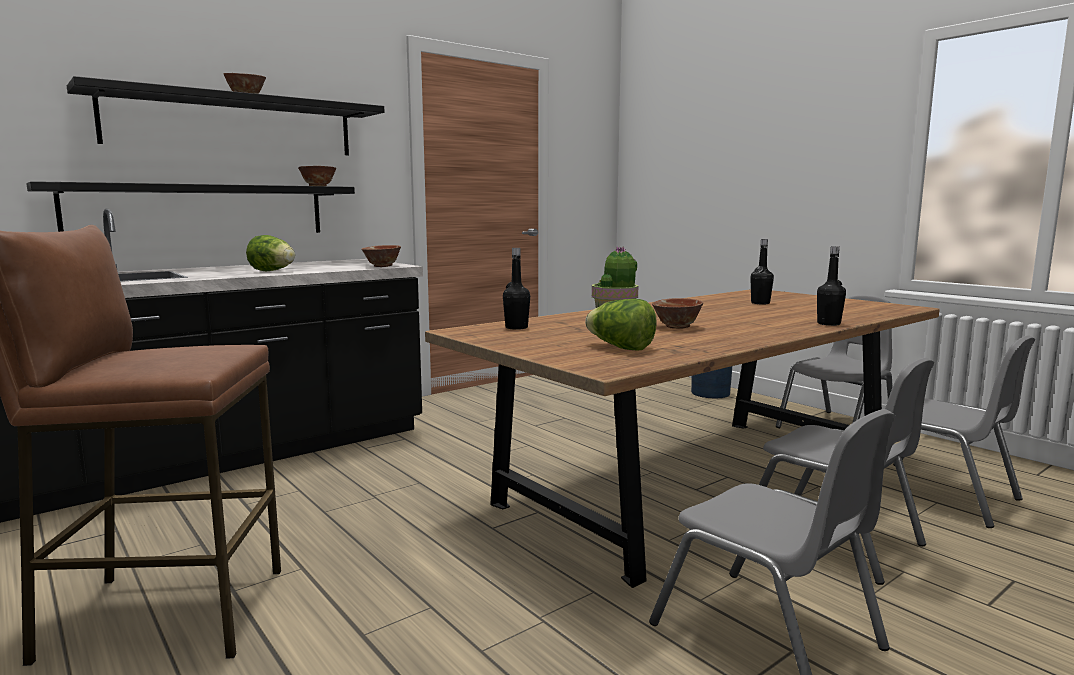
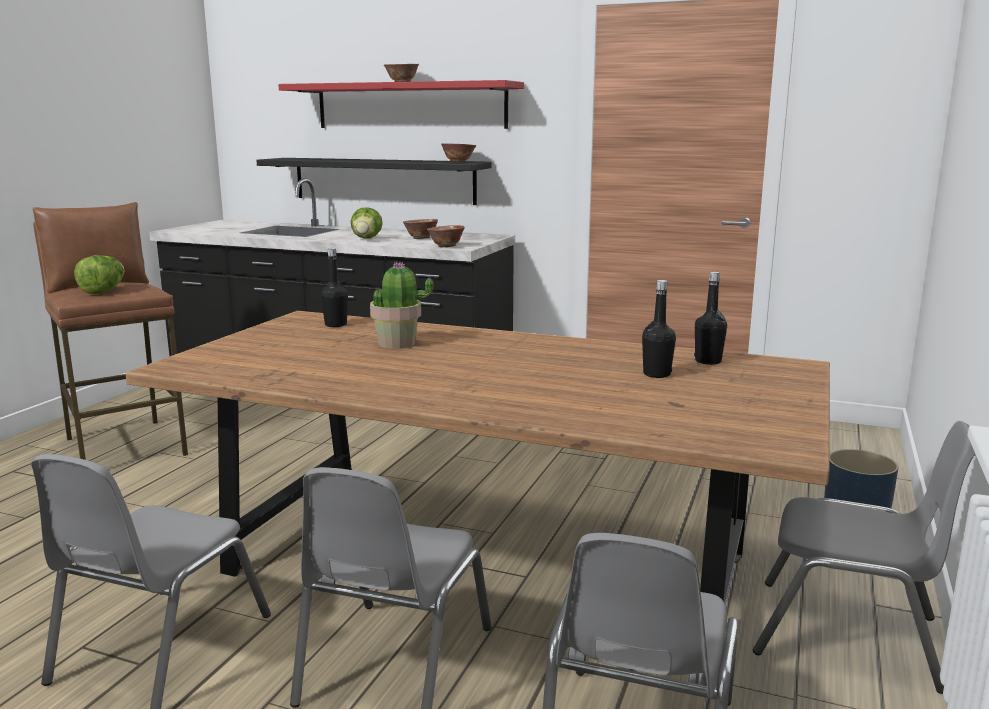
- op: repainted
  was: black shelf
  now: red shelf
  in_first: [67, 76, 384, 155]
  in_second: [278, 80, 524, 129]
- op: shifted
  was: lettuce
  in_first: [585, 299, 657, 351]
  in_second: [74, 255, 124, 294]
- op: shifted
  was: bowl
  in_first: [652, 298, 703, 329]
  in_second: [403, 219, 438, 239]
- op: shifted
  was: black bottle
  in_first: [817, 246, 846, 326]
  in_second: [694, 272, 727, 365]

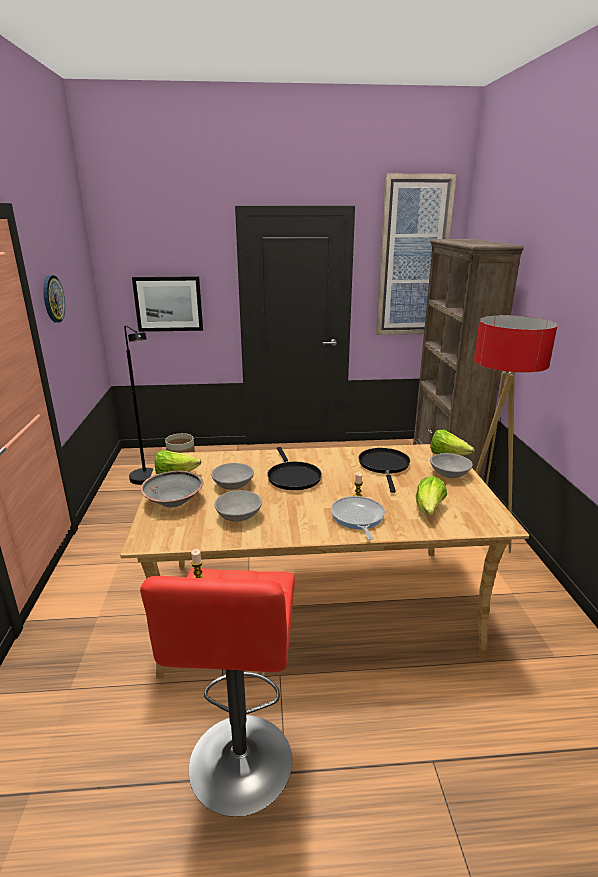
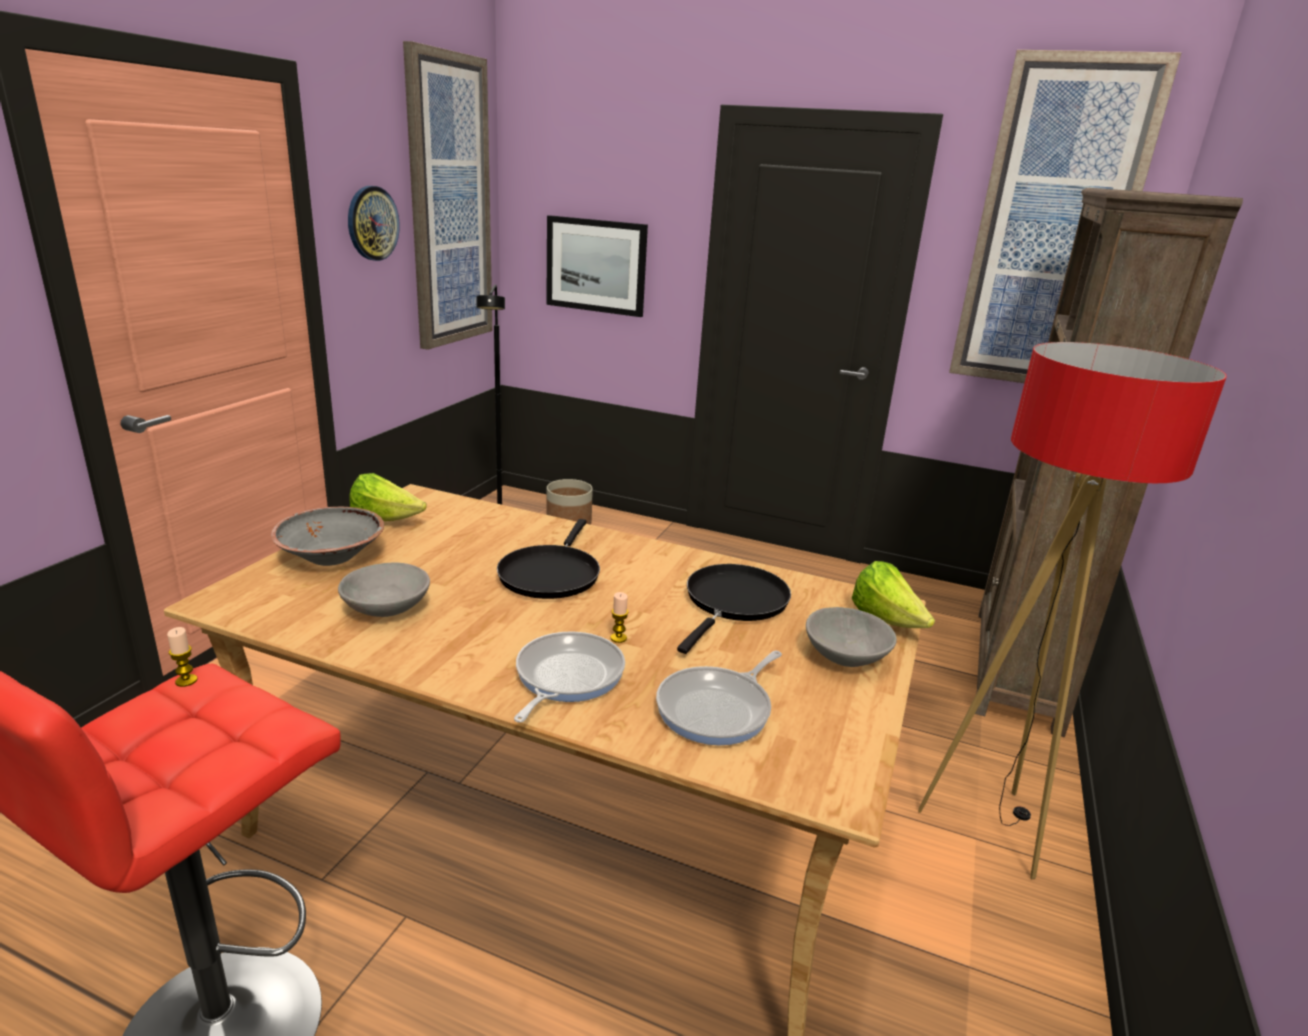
- op: gone
  was: grey bowl
  in_first: [211, 463, 254, 490]
- op: swapped
  was: lettuce
  now: frying pan
  in_first: [416, 476, 447, 515]
  in_second: [656, 650, 782, 746]
- op: new
  now: picture
  in_second: [403, 41, 492, 350]

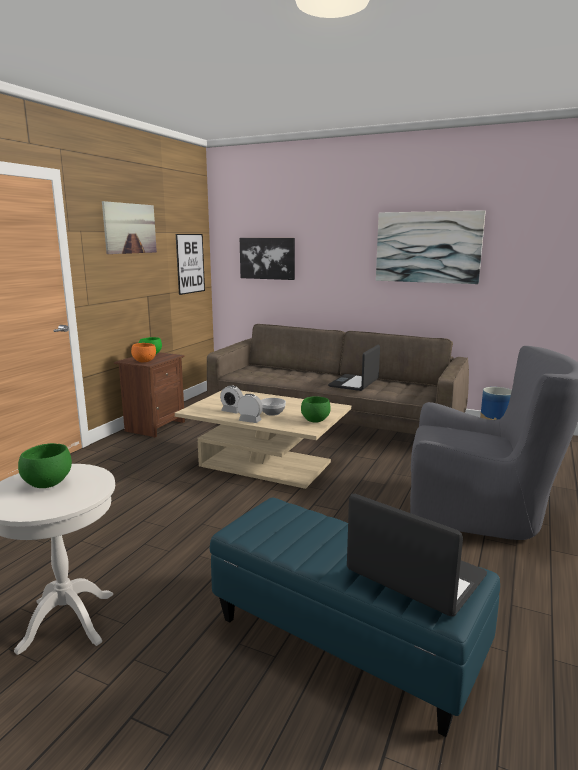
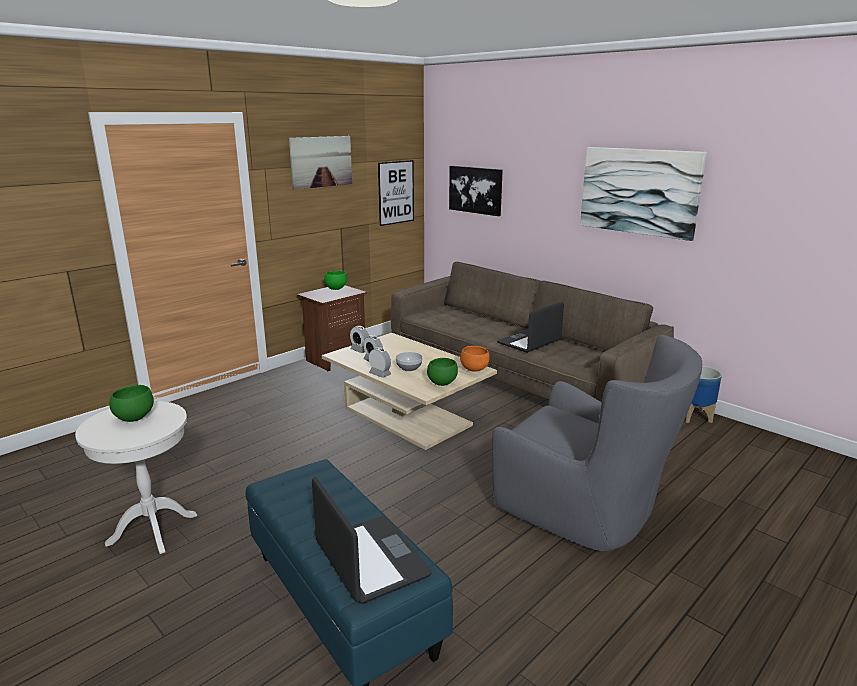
- op: shifted
  was: orange bowl
  in_first: [131, 343, 156, 362]
  in_second: [460, 346, 490, 372]
- op: new
  now: alarm clock
  in_second: [350, 326, 369, 353]

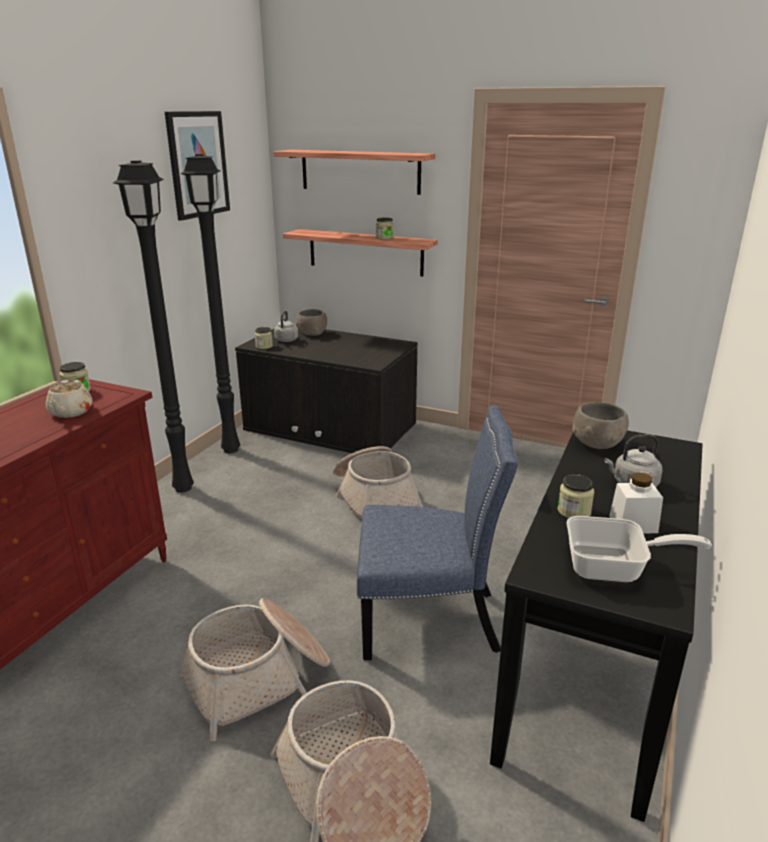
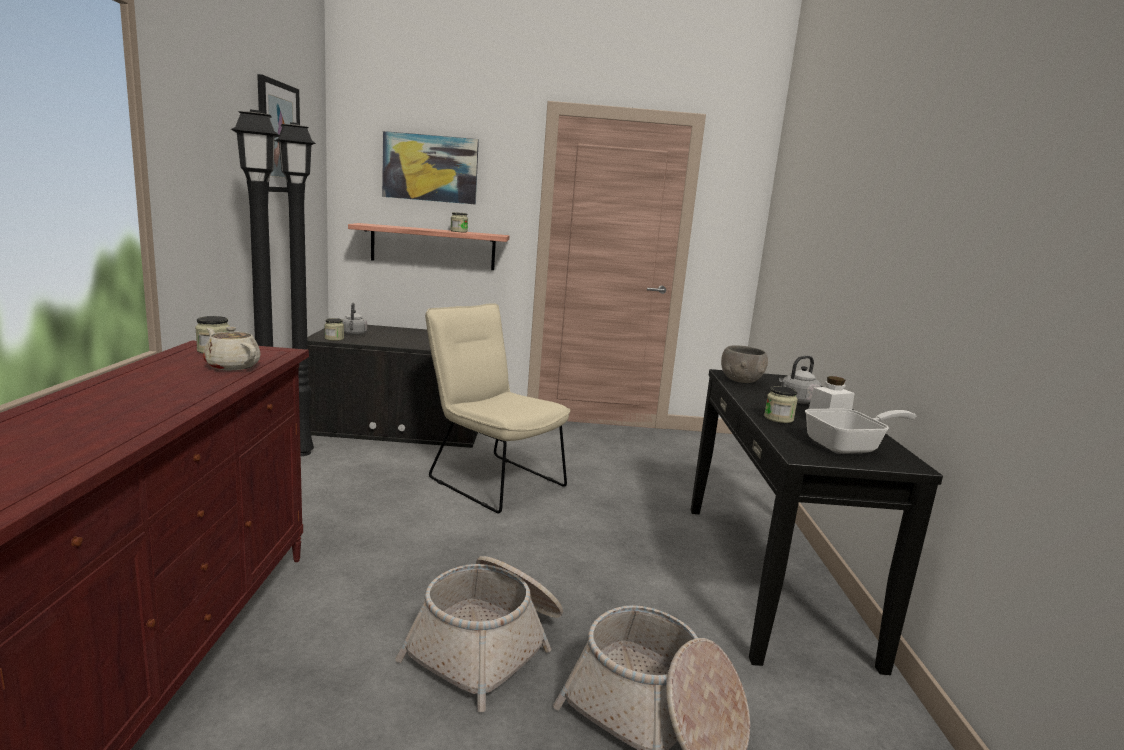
- op: rotated
  was: beige teapot
  in_first: [46, 380, 92, 418]
  in_second: [203, 327, 260, 370]
  clockwise: 150
- op: swapped
  was: shelf
  now: picture
  in_first: [273, 150, 435, 195]
  in_second: [382, 131, 479, 204]
- op: gone
  was: grey bowl
  in_first: [296, 309, 327, 336]
- op: swapped
  was: basket
  now: beige chair
  in_first: [333, 446, 423, 528]
  in_second: [425, 303, 570, 513]
- op: gone
  was: blue chair
  in_first: [356, 405, 518, 660]

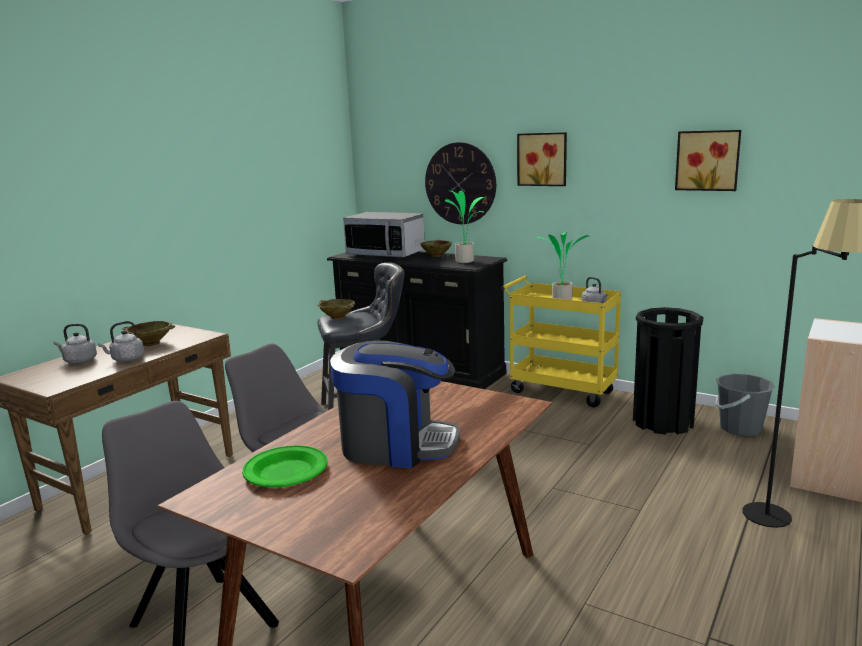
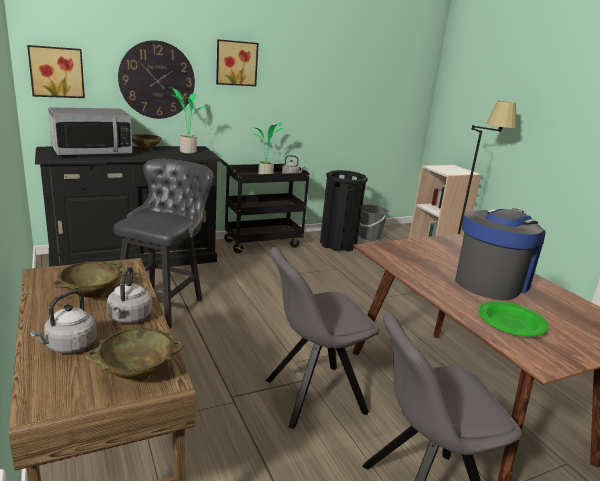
- op: shifted
  was: beige bowl
  in_first: [318, 299, 356, 319]
  in_second: [85, 328, 184, 382]
- op: repainted
  was: yellow cart
  now: black cart
  in_first: [501, 276, 621, 407]
  in_second: [220, 160, 310, 253]
- op: shifted
  was: picture
  in_first: [675, 130, 741, 191]
  in_second: [27, 45, 85, 98]

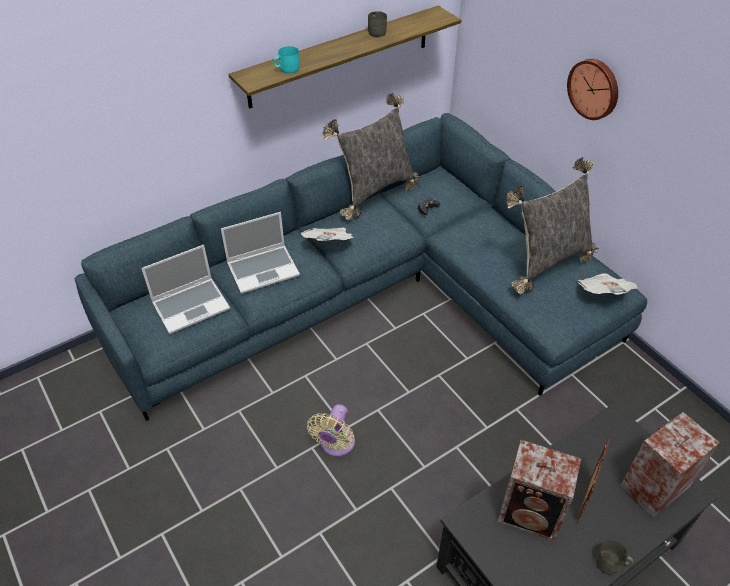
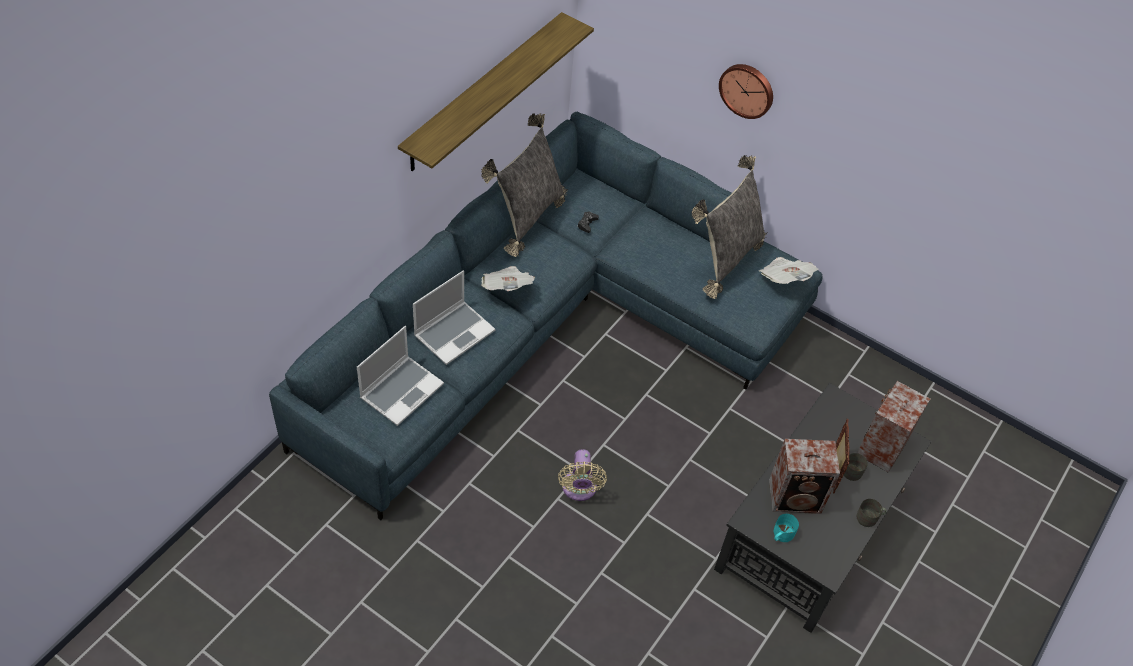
- op: shifted
  was: turquoise mug
  in_first: [274, 46, 300, 74]
  in_second: [774, 514, 799, 542]
- op: shifted
  was: grey mug
  in_first: [368, 11, 387, 37]
  in_second: [844, 453, 868, 481]

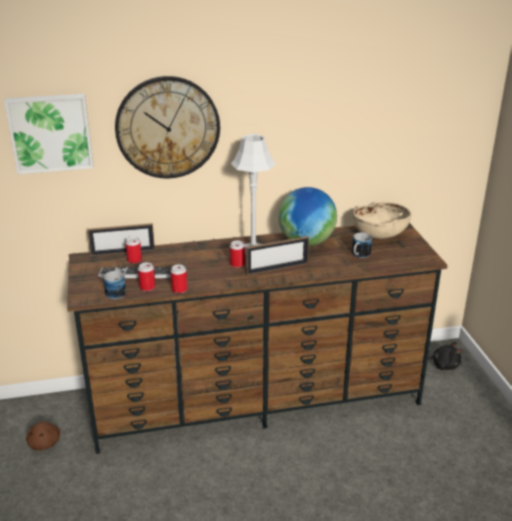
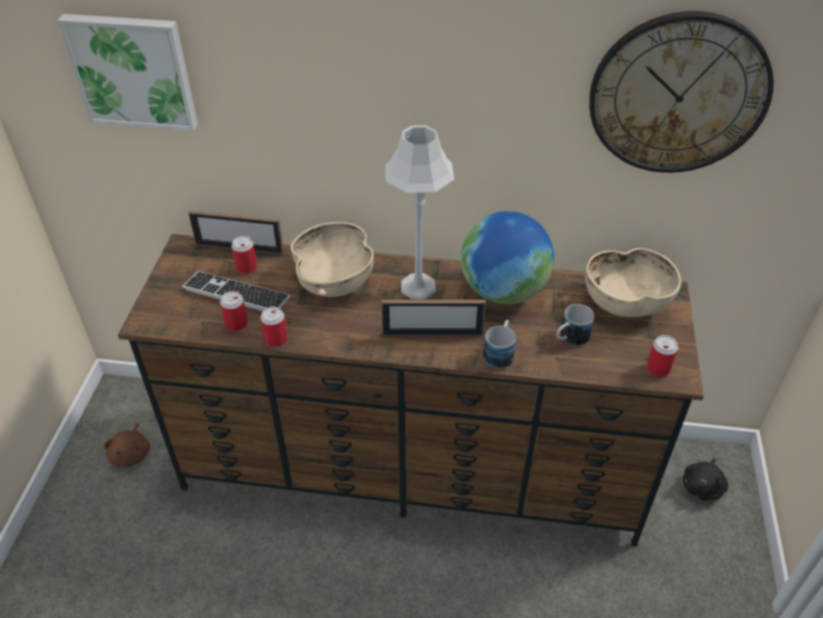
- op: shifted
  was: mug
  in_first: [104, 268, 126, 299]
  in_second: [483, 320, 516, 369]
- op: shifted
  was: wall clock
  in_first: [115, 76, 220, 179]
  in_second: [589, 11, 774, 173]
- op: shifted
  was: can
  in_first: [230, 240, 245, 268]
  in_second: [646, 335, 678, 377]
- op: rotated
  was: black plush toy
  in_first: [428, 342, 462, 370]
  in_second: [683, 459, 729, 501]
  clockwise: 90
- op: new
  now: beige bowl
  in_second: [291, 222, 374, 297]

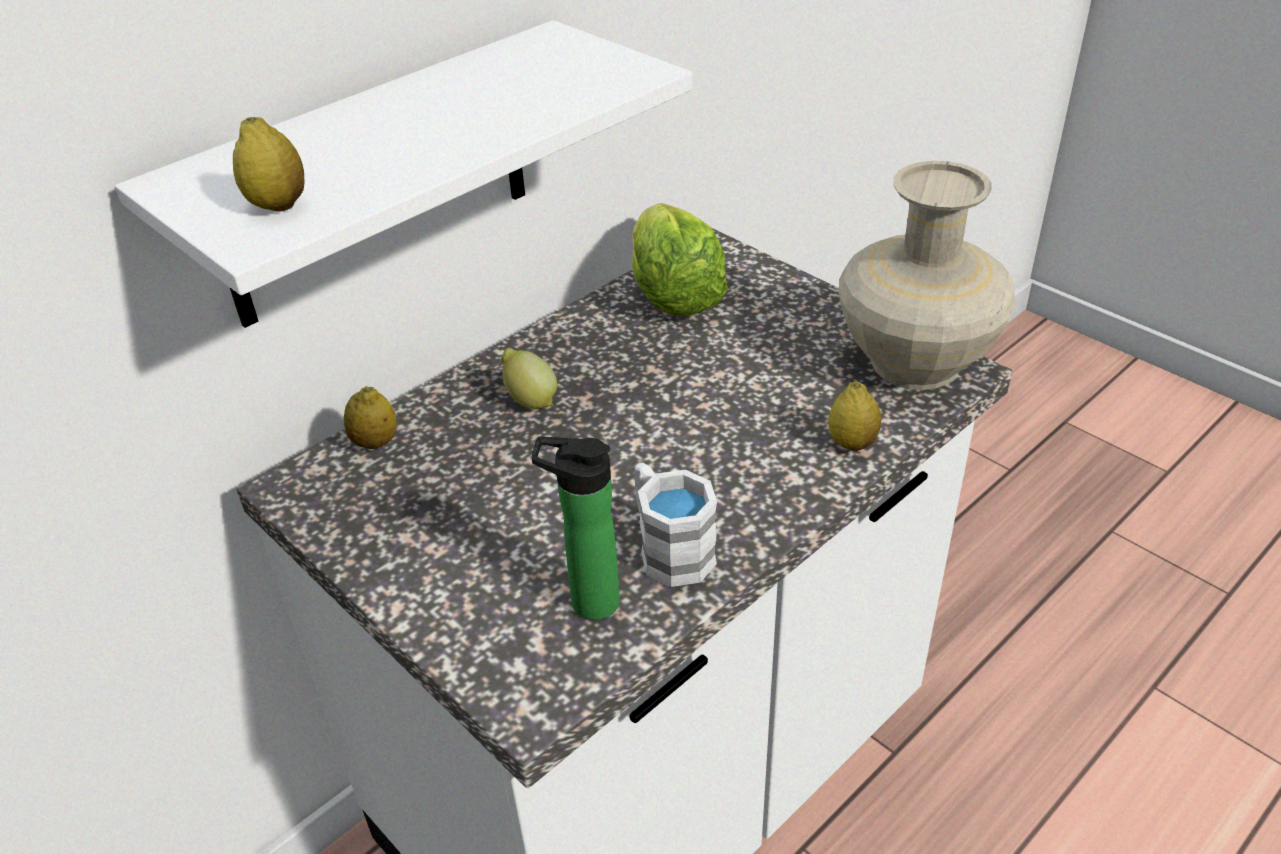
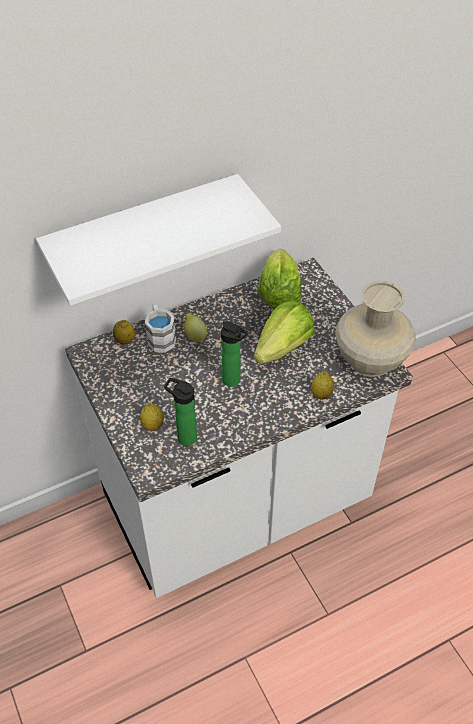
- op: shifted
  was: lemon
  in_first: [233, 117, 304, 211]
  in_second: [140, 402, 164, 431]
- op: shifted
  was: white mug
  in_first: [634, 463, 717, 587]
  in_second: [145, 303, 176, 353]
- op: new
  now: bottle
  in_second: [221, 321, 248, 387]
- op: new
  now: lettuce
  in_second: [254, 301, 315, 364]

